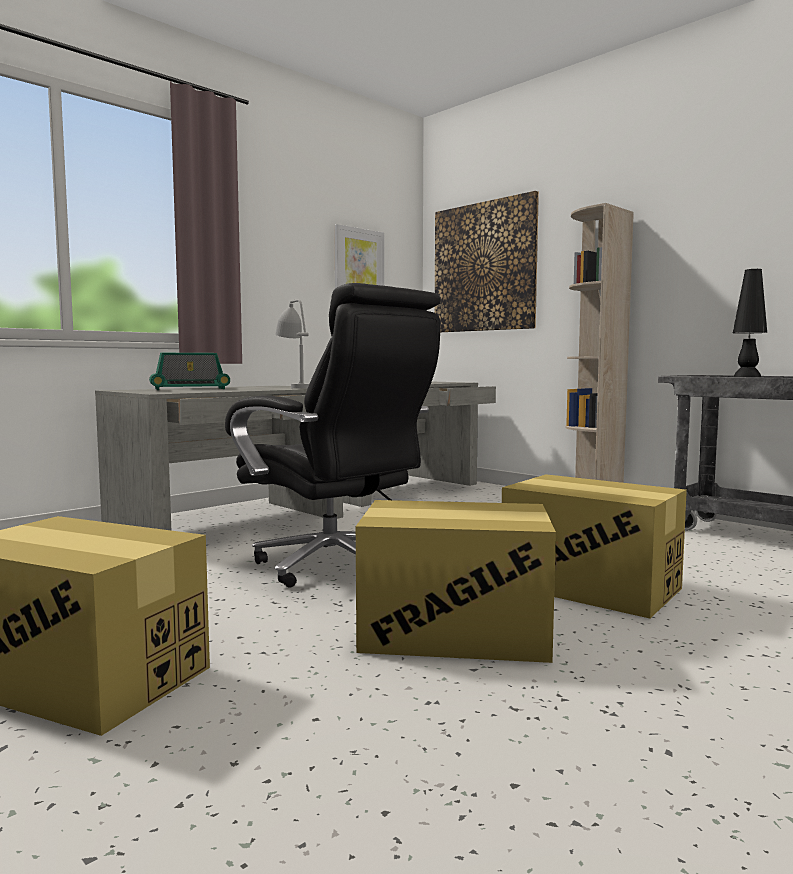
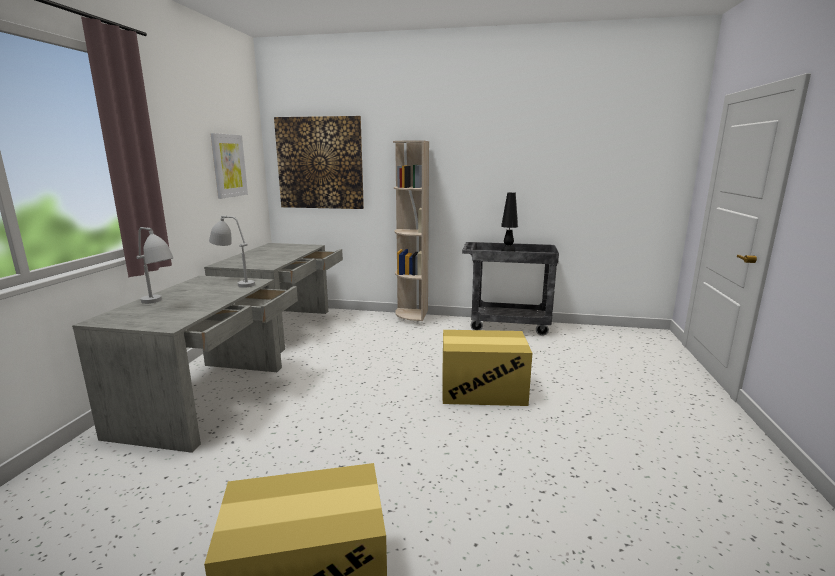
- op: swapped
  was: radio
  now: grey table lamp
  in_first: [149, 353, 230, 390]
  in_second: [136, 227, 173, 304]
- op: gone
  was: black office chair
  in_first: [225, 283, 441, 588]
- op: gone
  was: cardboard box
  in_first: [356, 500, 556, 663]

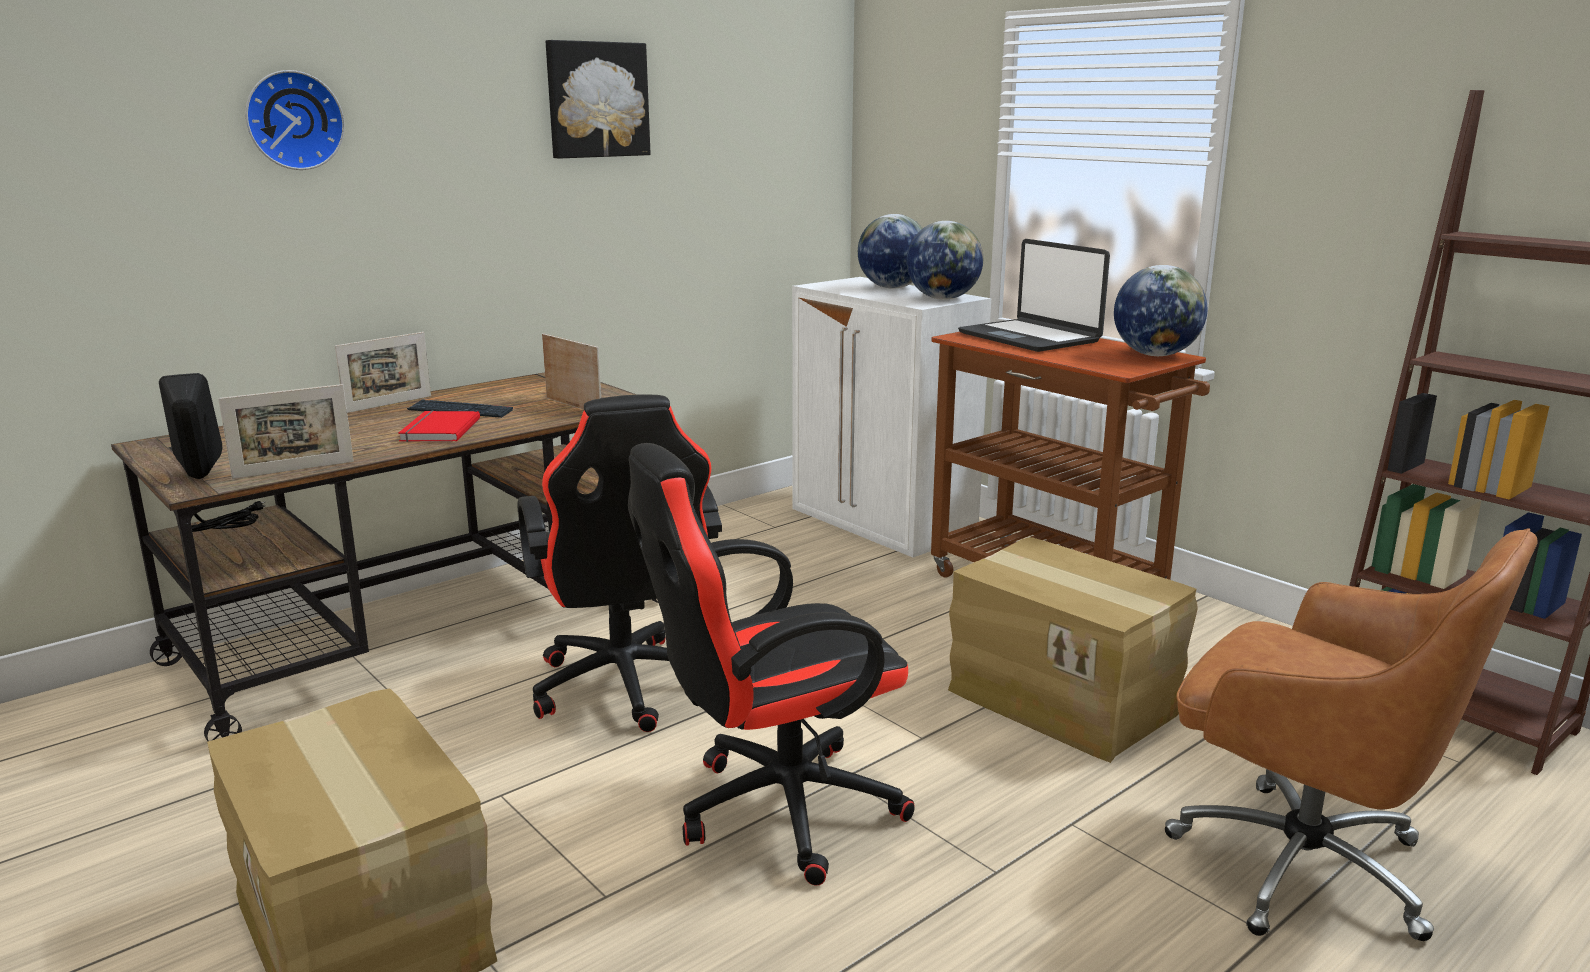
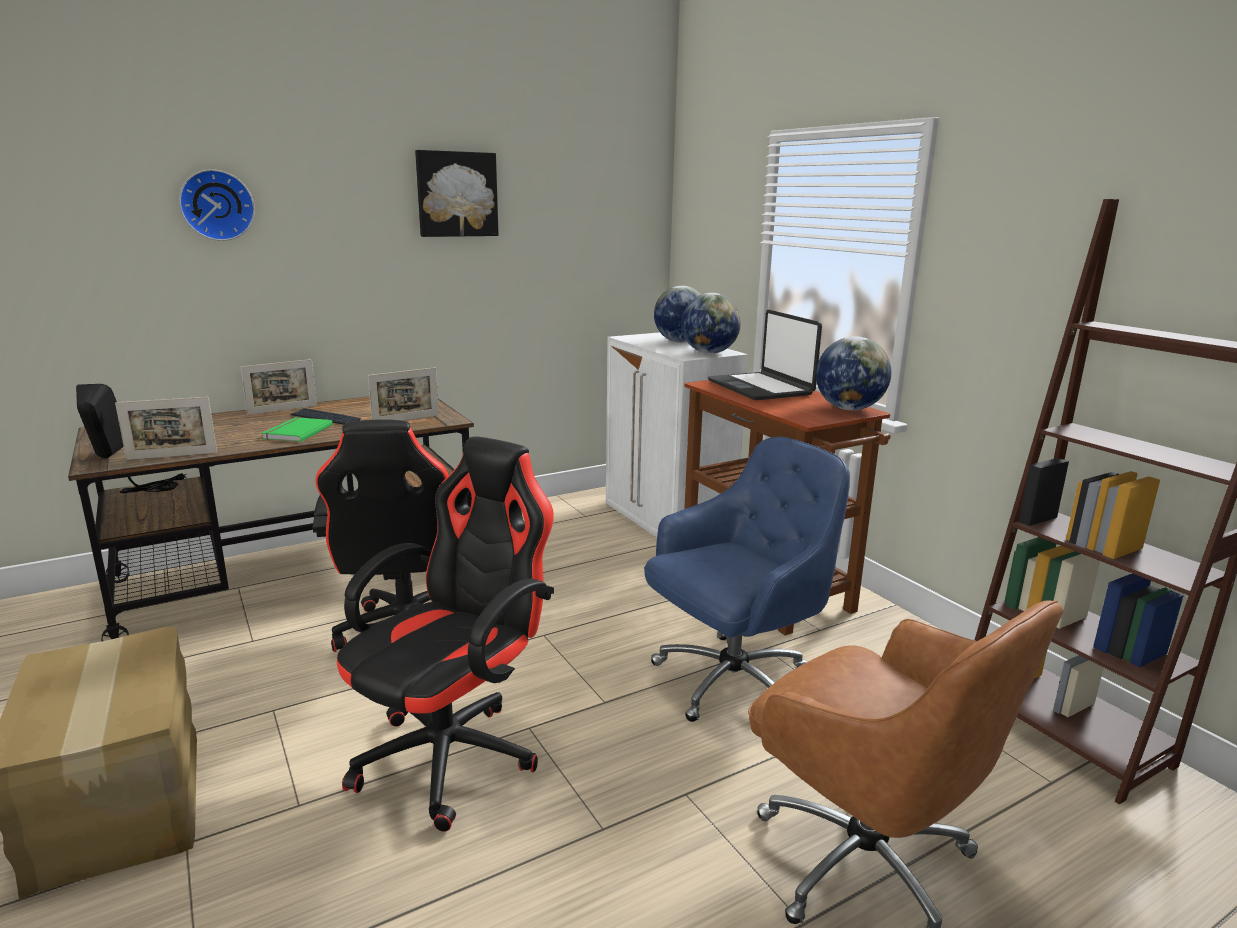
- op: repainted
  was: red book
  now: green book
  in_first: [398, 411, 480, 442]
  in_second: [261, 417, 333, 442]
- op: rotated
  was: picture frame
  in_first: [542, 333, 601, 410]
  in_second: [368, 367, 439, 421]
  clockwise: 90
- op: rotated
  was: black office chair
  in_first: [628, 443, 915, 886]
  in_second: [337, 436, 554, 832]
  clockwise: 135
- op: swapped
  was: cardboard box
  now: blue office chair
  in_first: [948, 537, 1198, 763]
  in_second: [644, 437, 850, 722]

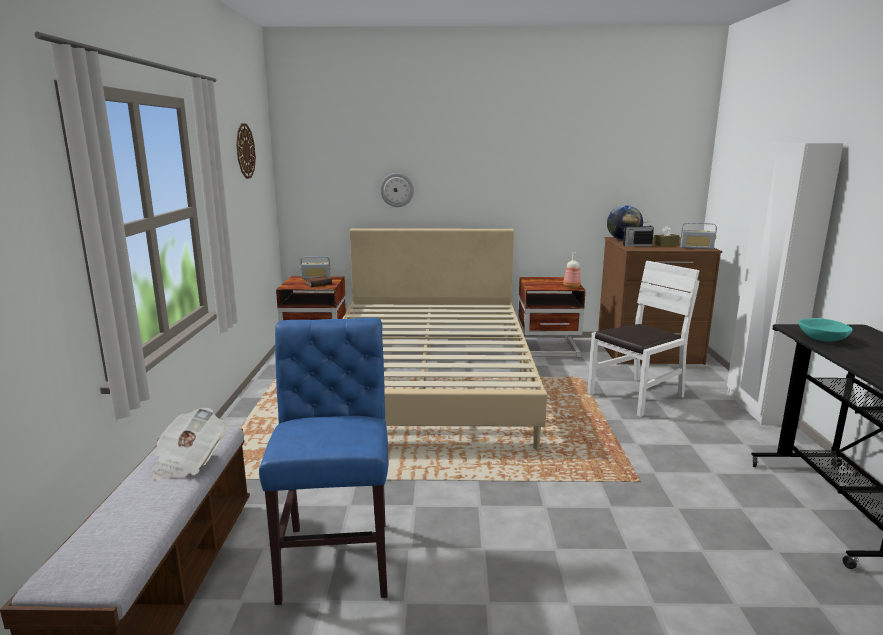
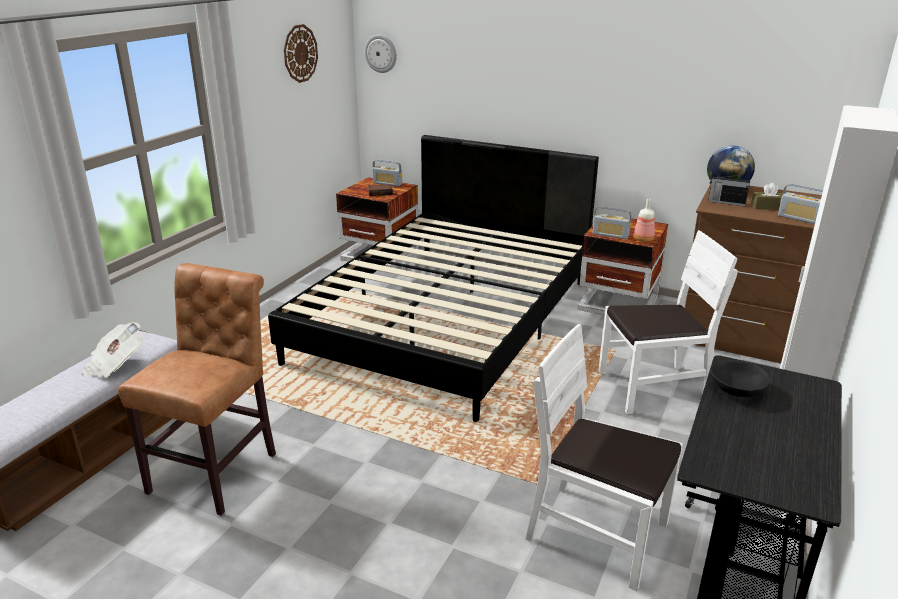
- op: repainted
  was: blue chair
  now: brown chair
  in_first: [259, 318, 388, 605]
  in_second: [118, 263, 276, 516]
- op: repainted
  was: beige bed
  now: black bed
  in_first: [343, 228, 547, 450]
  in_second: [268, 135, 599, 422]
- op: shifted
  was: wall clock
  in_first: [380, 173, 414, 207]
  in_second: [365, 34, 397, 73]
- op: repainted
  was: turquoise bowl
  now: black bowl
  in_first: [798, 318, 853, 342]
  in_second: [710, 360, 770, 397]
- op: new
  now: white chair
  in_second: [525, 324, 683, 591]
- op: new
  now: radio
  in_second: [593, 206, 632, 239]

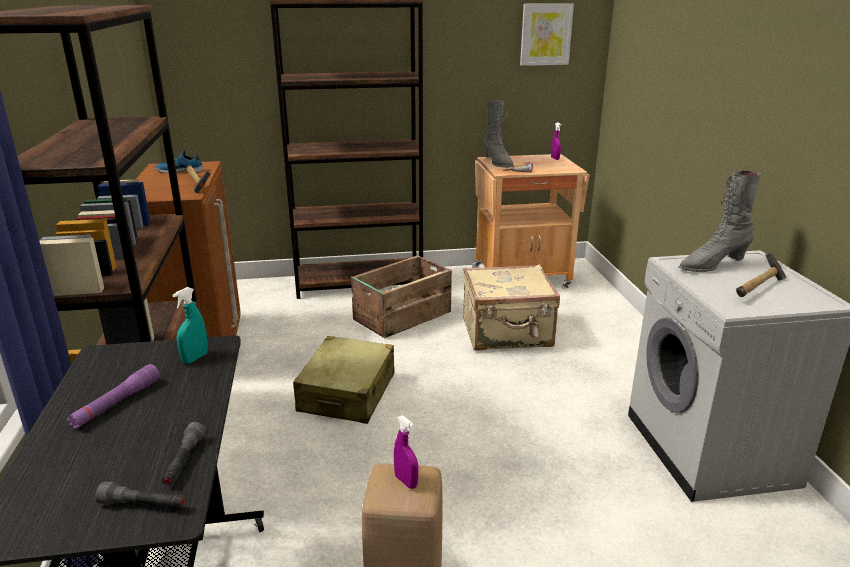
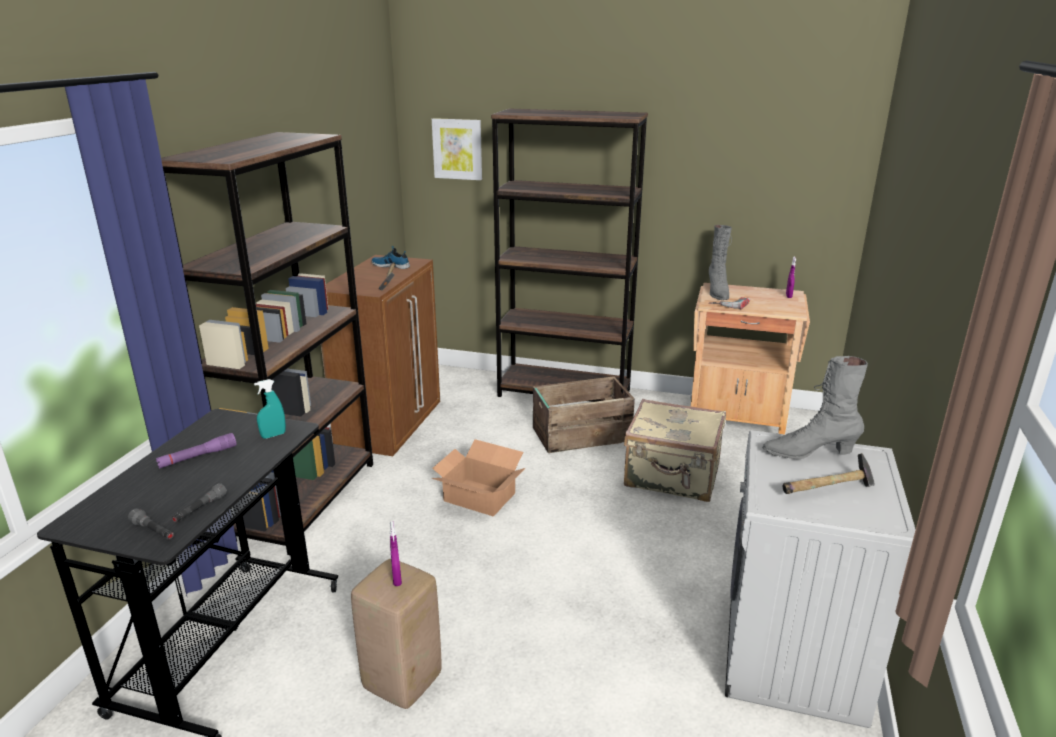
- op: swapped
  was: beige suitcase
  now: cardboard box
  in_first: [293, 336, 394, 424]
  in_second: [431, 439, 525, 516]
- op: shifted
  was: picture
  in_first: [520, 3, 574, 66]
  in_second: [432, 118, 482, 180]

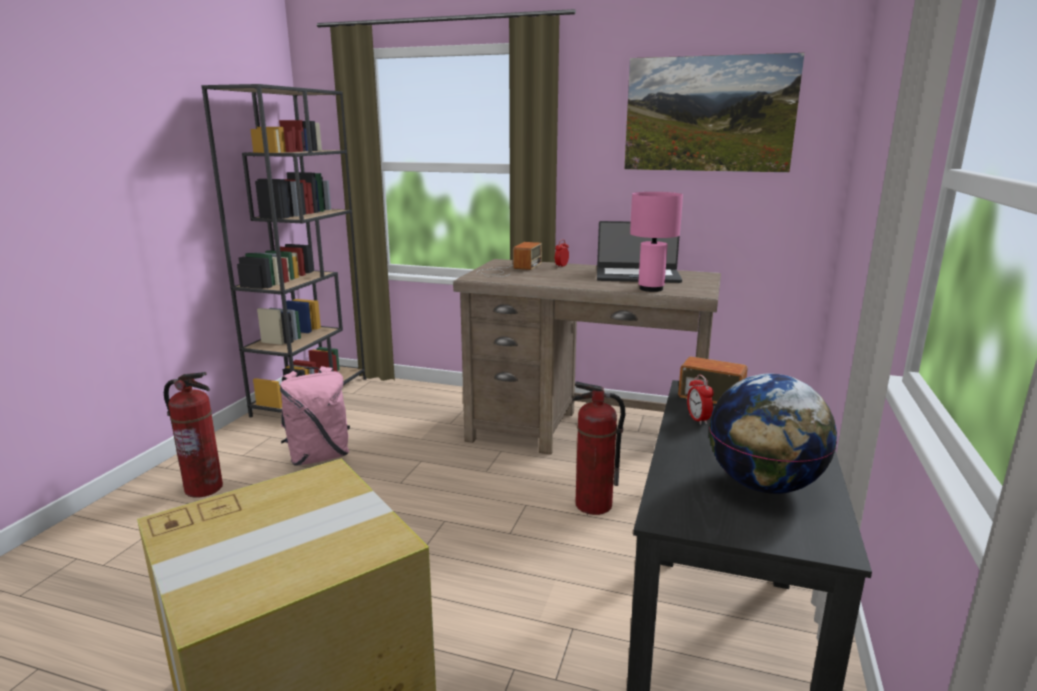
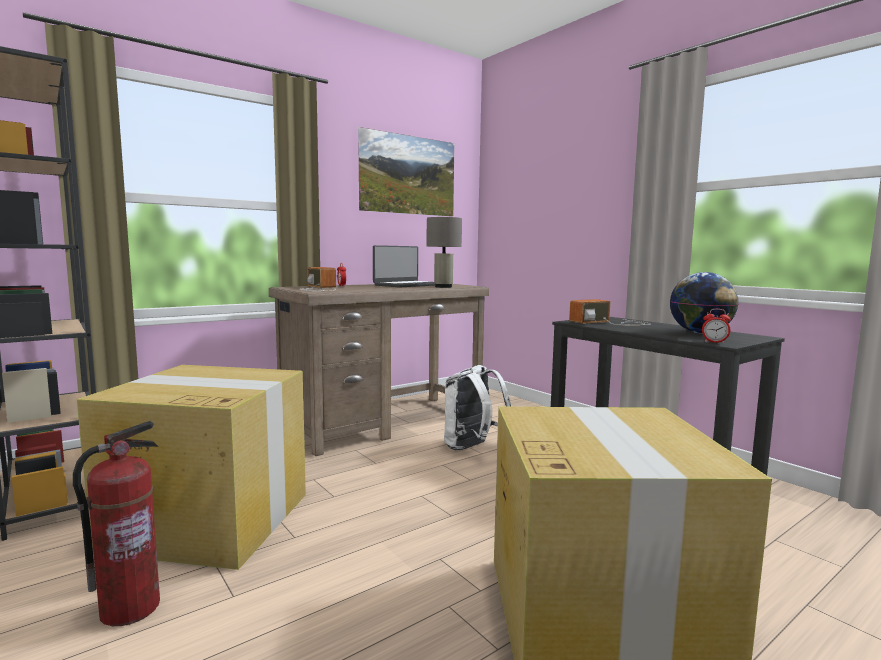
- op: swapped
  was: pink backpack
  now: cardboard box
  in_first: [280, 366, 350, 466]
  in_second: [77, 365, 306, 570]
- op: swapped
  was: fire extinguisher
  now: white backpack
  in_first: [572, 382, 625, 515]
  in_second: [444, 365, 511, 450]
- op: repainted
  was: pink table lamp
  now: grey table lamp
  in_first: [630, 192, 683, 292]
  in_second: [427, 217, 462, 288]
- op: shifted
  was: alarm clock
  in_first: [687, 374, 713, 425]
  in_second: [702, 309, 731, 343]

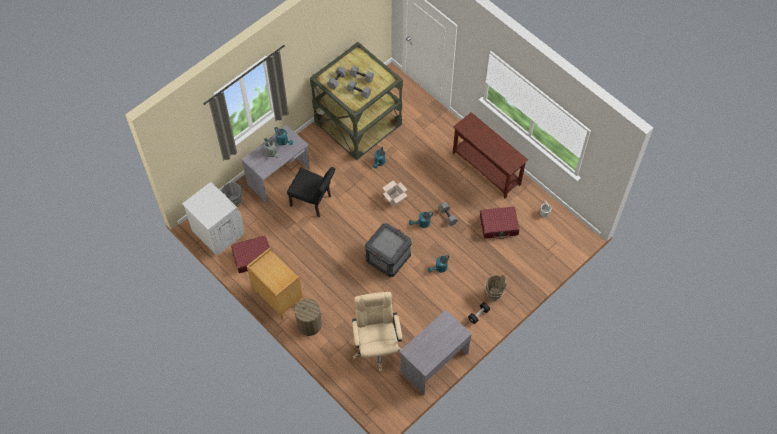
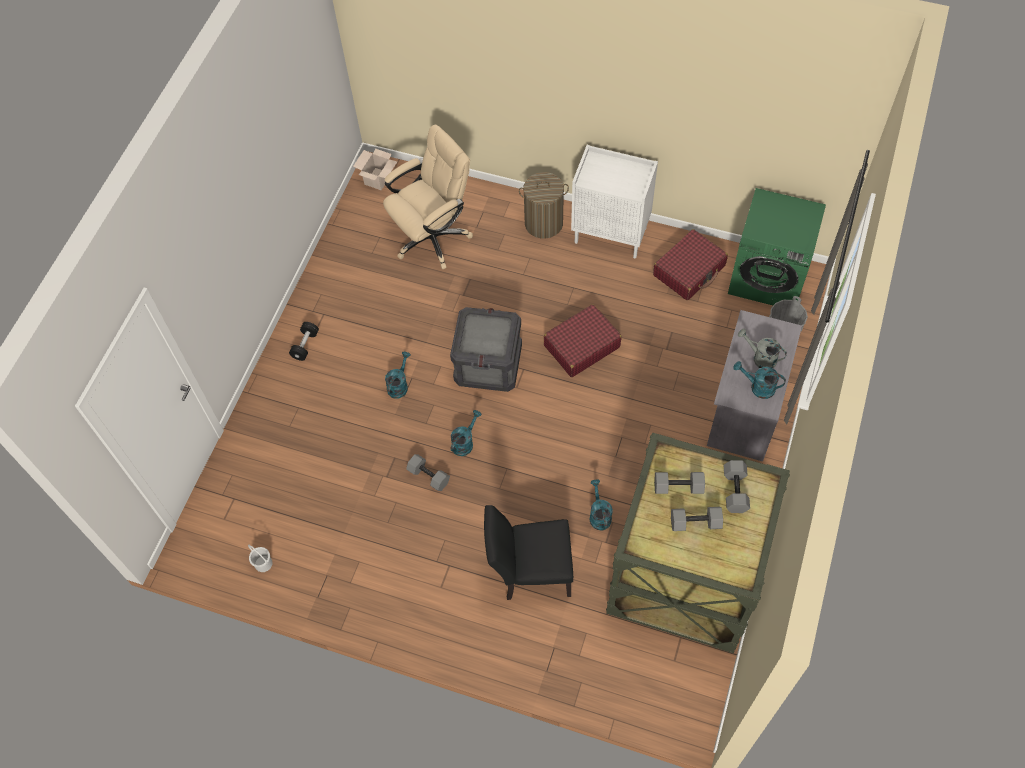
- op: repainted
  was: white washing machine
  now: green washing machine
  in_first: [182, 182, 244, 256]
  in_second: [728, 188, 826, 305]
- op: repainted
  was: brown cabinet
  now: white cabinet
  in_first: [247, 248, 303, 320]
  in_second: [571, 145, 658, 259]
- op: shifted
  was: black chair
  in_first: [287, 167, 335, 217]
  in_second: [484, 505, 573, 600]
- op: rotated
  was: beige office chair
  in_first: [352, 292, 402, 371]
  in_second: [383, 125, 473, 269]
  clockwise: -90
- op: shifted
  was: cardboard box
  in_first: [382, 180, 408, 206]
  in_second: [353, 149, 397, 190]
- op: gone
  was: grey desk
  in_first: [399, 310, 472, 395]
- op: gone
  was: brown console table
  in_first: [453, 112, 528, 198]
- op: shifted
  was: red suitcase
  in_first: [480, 206, 520, 239]
  in_second: [544, 304, 622, 377]
- op: gone
  was: brown bucket
  in_first: [485, 275, 507, 301]

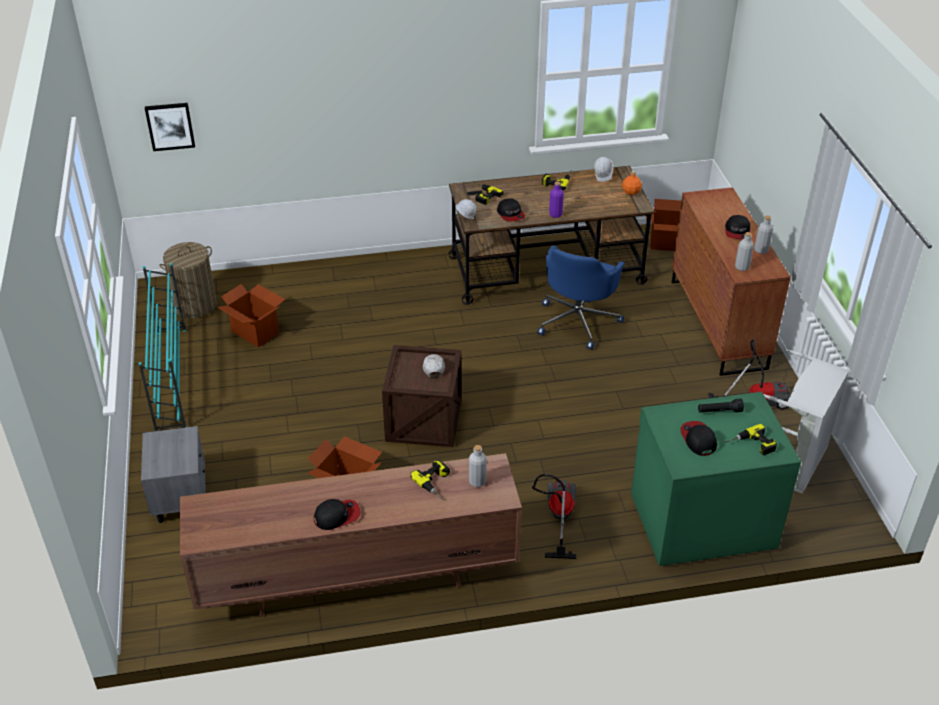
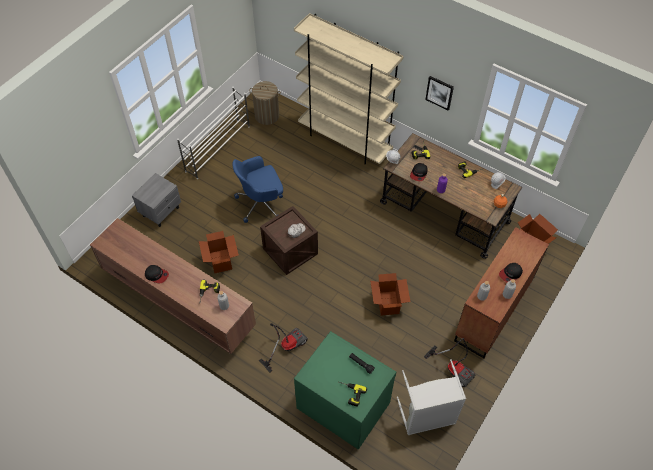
- op: repainted
  was: turquoise shoe rack
  now: white shoe rack
  in_first: [139, 263, 186, 431]
  in_second: [177, 87, 250, 179]
- op: shifted
  was: picture
  in_first: [145, 103, 195, 151]
  in_second: [425, 76, 454, 110]
- op: shifted
  was: cardboard box
  in_first: [217, 284, 286, 347]
  in_second: [370, 273, 411, 316]
- op: shifted
  was: blue office chair
  in_first: [537, 245, 624, 350]
  in_second: [233, 156, 283, 223]
- op: gone
  was: cap
  in_first: [681, 421, 717, 456]
- op: new
  now: beige bookcase
  in_second: [294, 13, 404, 165]

